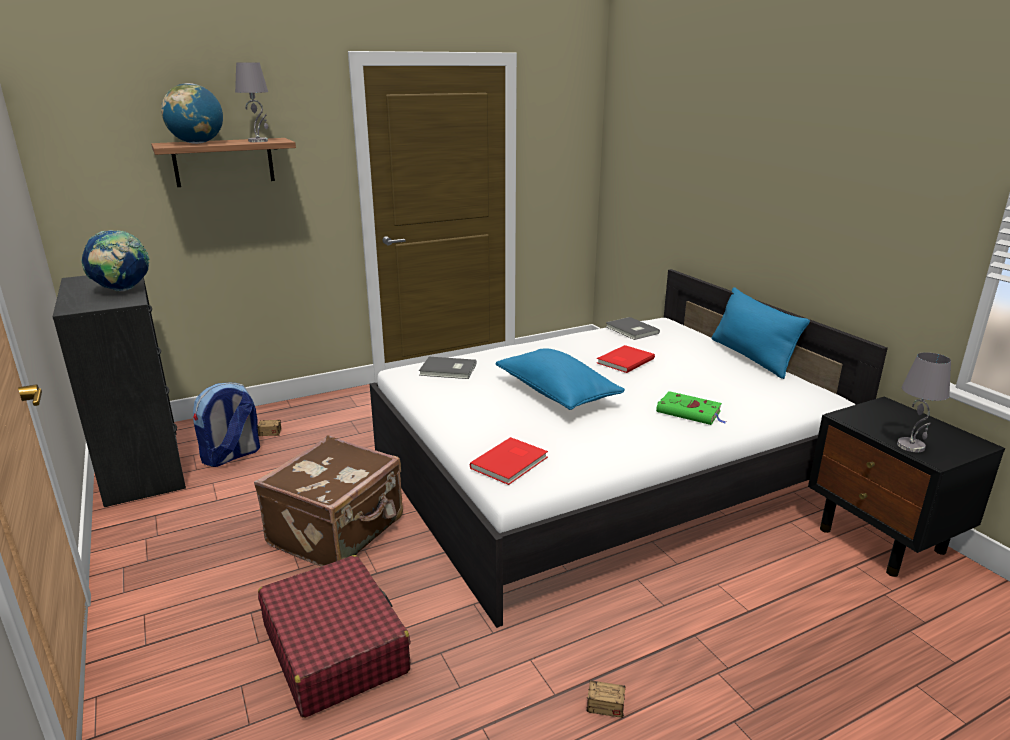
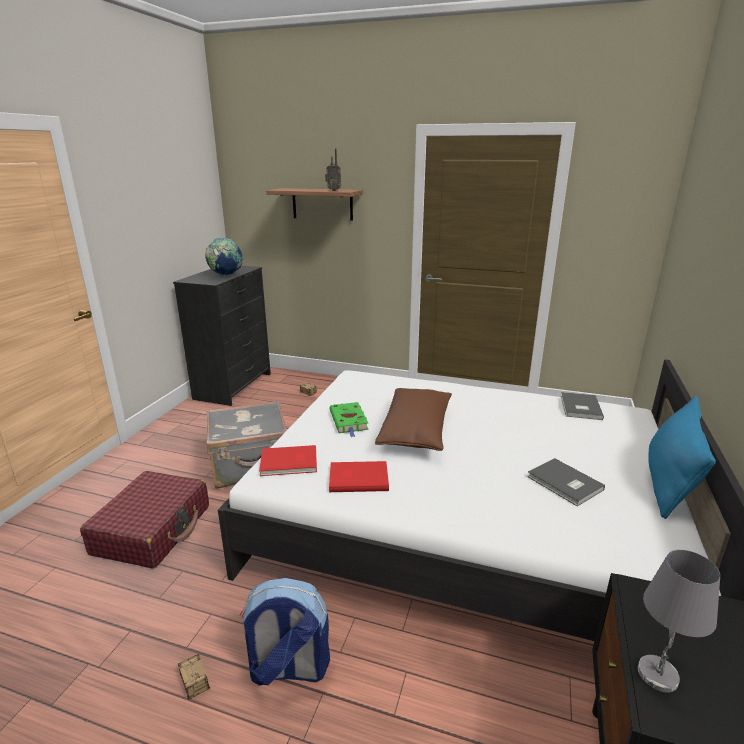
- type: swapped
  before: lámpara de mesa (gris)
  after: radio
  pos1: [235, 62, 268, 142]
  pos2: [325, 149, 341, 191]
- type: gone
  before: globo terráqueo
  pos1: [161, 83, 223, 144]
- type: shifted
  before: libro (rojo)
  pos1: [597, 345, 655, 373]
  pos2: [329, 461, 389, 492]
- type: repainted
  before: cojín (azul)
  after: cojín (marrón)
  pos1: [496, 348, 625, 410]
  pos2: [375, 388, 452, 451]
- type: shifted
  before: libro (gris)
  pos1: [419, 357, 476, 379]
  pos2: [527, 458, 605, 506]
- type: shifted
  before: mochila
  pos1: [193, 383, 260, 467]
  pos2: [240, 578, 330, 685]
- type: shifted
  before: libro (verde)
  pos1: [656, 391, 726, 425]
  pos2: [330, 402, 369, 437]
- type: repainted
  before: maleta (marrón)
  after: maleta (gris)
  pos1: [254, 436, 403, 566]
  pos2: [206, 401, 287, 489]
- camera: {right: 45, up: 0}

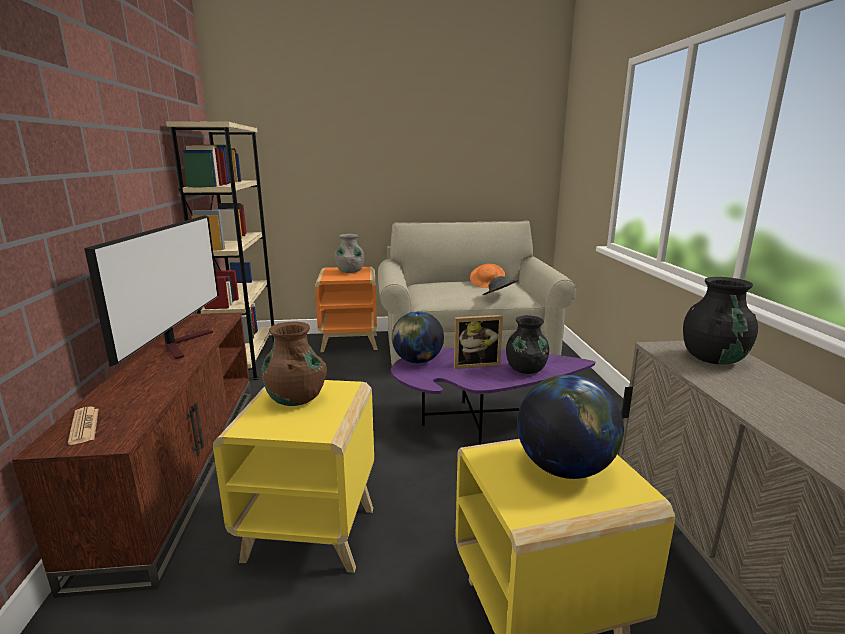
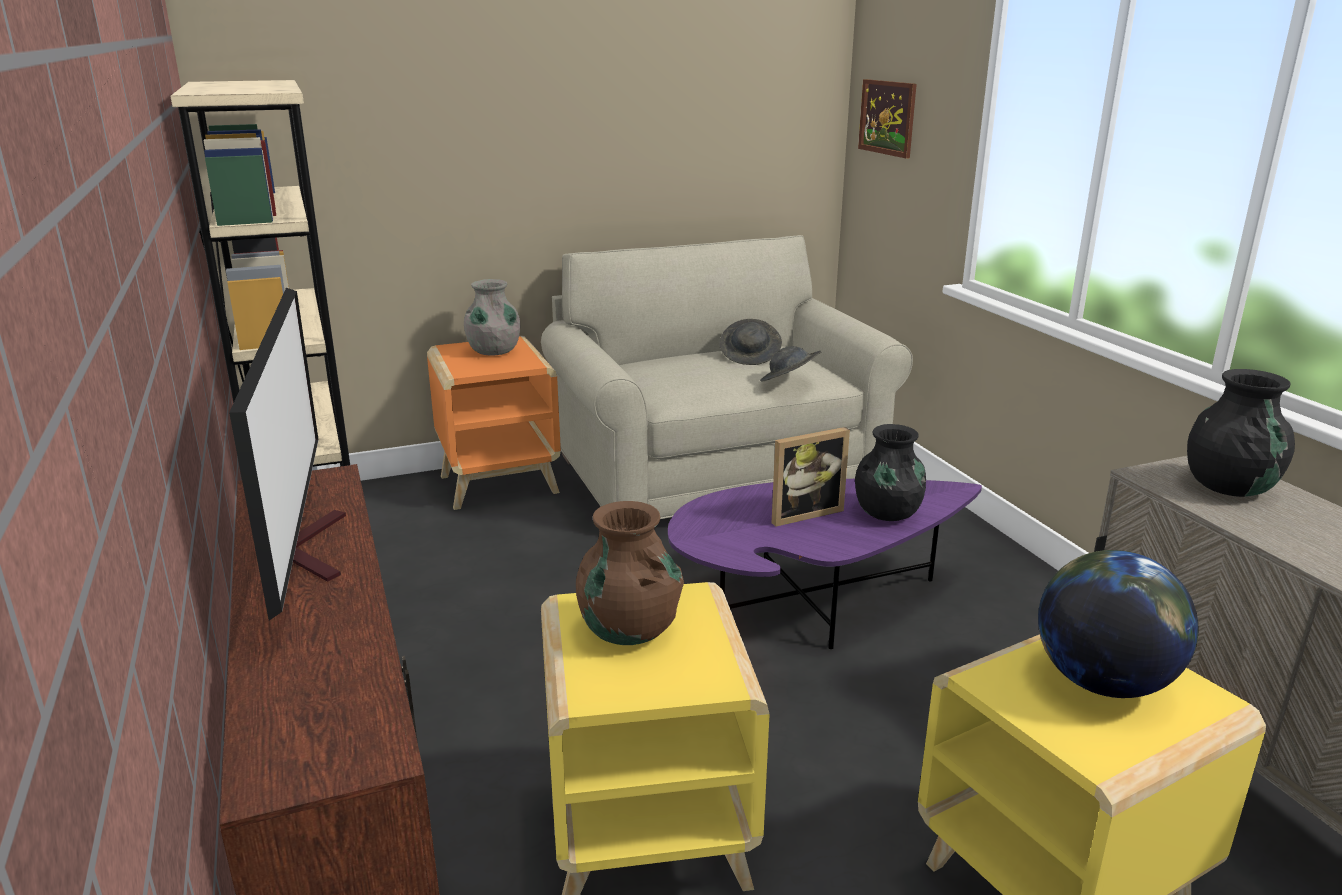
- type: repainted
  before: sombrero (naranja)
  after: sombrero (gris)
  pos1: [470, 264, 505, 288]
  pos2: [719, 319, 782, 365]
- type: gone
  before: globo terráqueo
  pos1: [392, 311, 444, 364]
- type: gone
  before: periódico
  pos1: [68, 407, 99, 445]
- type: new
  after: cuadro
  pos2: [858, 79, 917, 159]
- camera: {right: -15, up: 5}

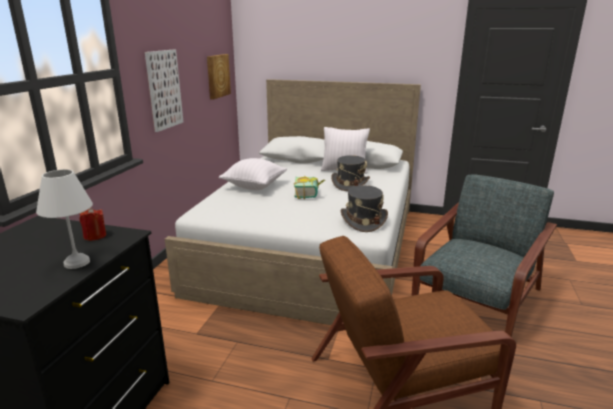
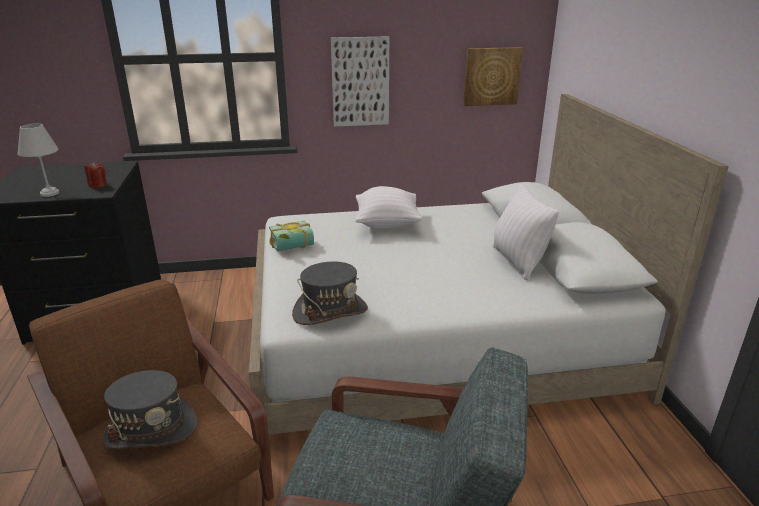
- type: shifted
  before: sombrero (gris)
  pos1: [331, 155, 370, 191]
  pos2: [102, 370, 198, 449]
- type: shifted
  before: libro
  pos1: [294, 176, 325, 199]
  pos2: [269, 221, 314, 251]
- camera: {right: 65, up: 5}

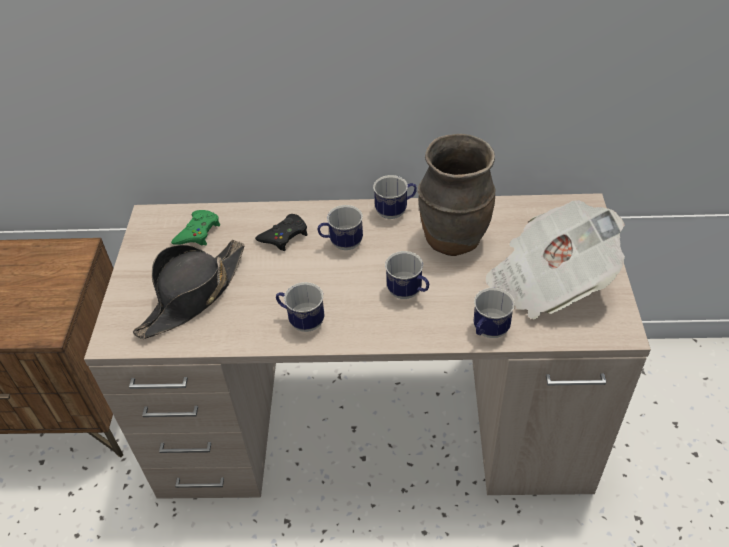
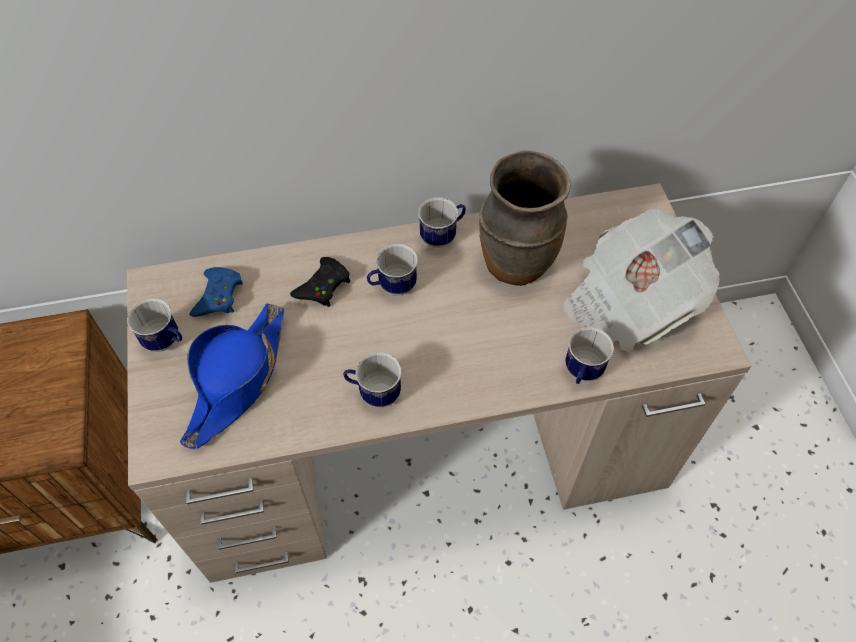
- type: repainted
  before: mando de consola (verde)
  after: mando de consola (azul)
  pos1: [171, 210, 220, 246]
  pos2: [190, 267, 243, 317]
- type: repainted
  before: sombrero (negro)
  after: sombrero (azul)
  pos1: [133, 240, 245, 339]
  pos2: [180, 303, 284, 450]
- type: shifted
  before: taza grande
  pos1: [385, 251, 429, 299]
  pos2: [127, 298, 182, 352]
- camera: {right: -15, up: 10}

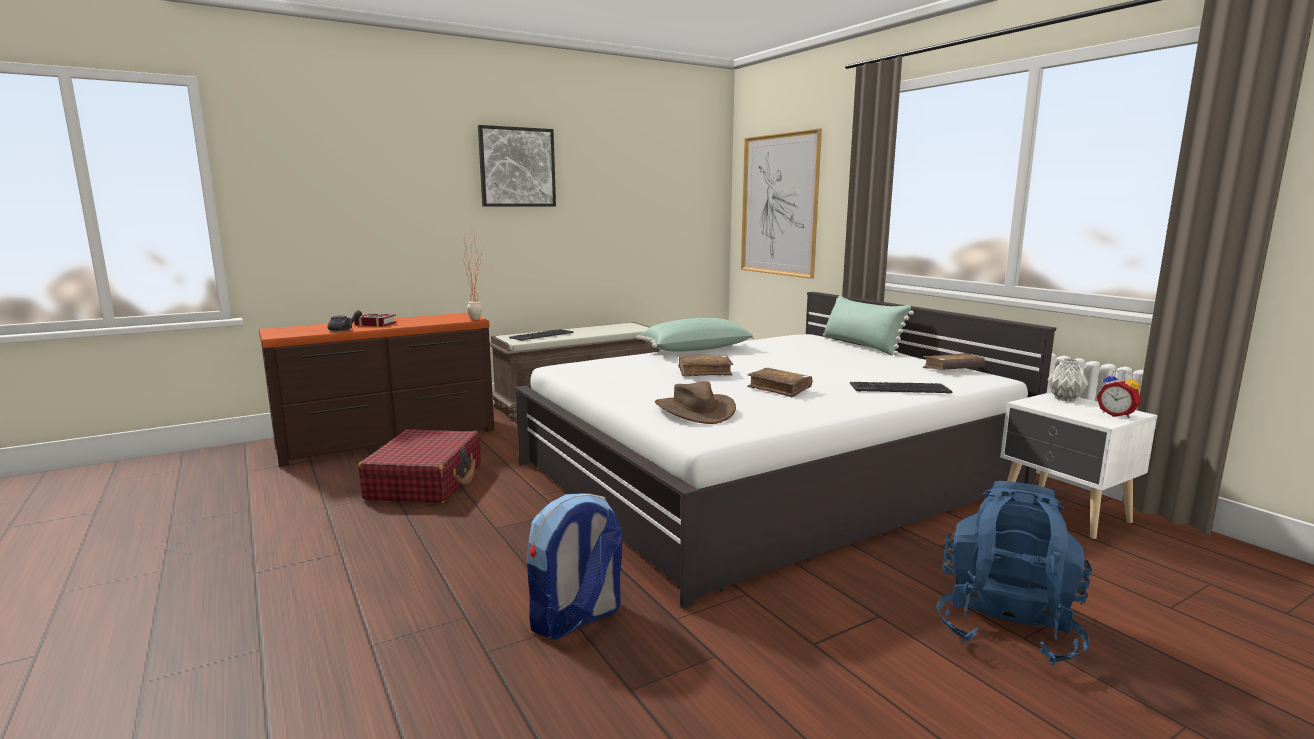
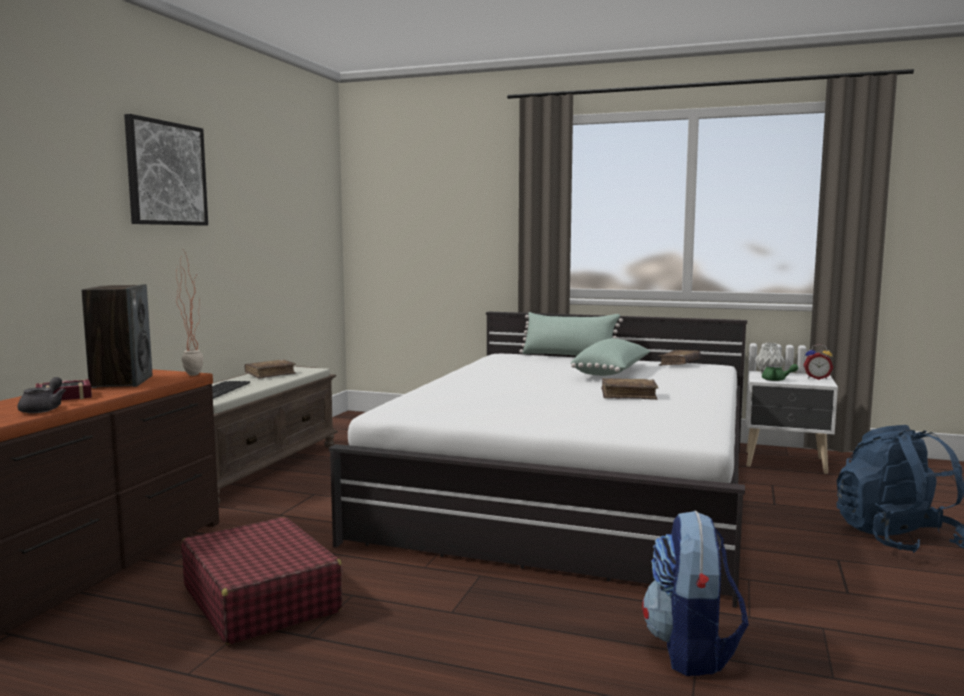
- type: gone
  before: cuadro
  pos1: [741, 128, 822, 279]
- type: shifted
  before: cojín (verde)
  pos1: [637, 318, 755, 352]
  pos2: [571, 338, 650, 376]
- type: shifted
  before: libro (marrón)
  pos1: [678, 356, 733, 376]
  pos2: [245, 359, 296, 379]
- type: gone
  before: sombrero (marrón)
  pos1: [655, 381, 736, 424]
- type: gone
  before: teclado
  pos1: [850, 382, 953, 394]
- type: new
  after: altavoz
  pos2: [82, 284, 152, 388]
- type: new
  after: tetera (verde)
  pos2: [762, 364, 799, 381]
- camera: {right: -40, up: -5}

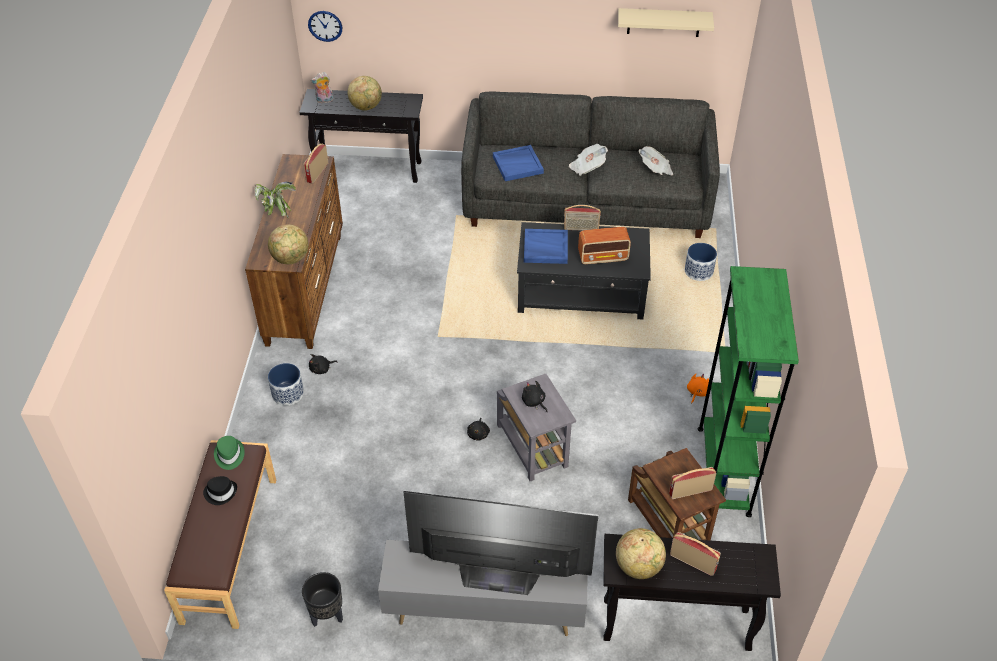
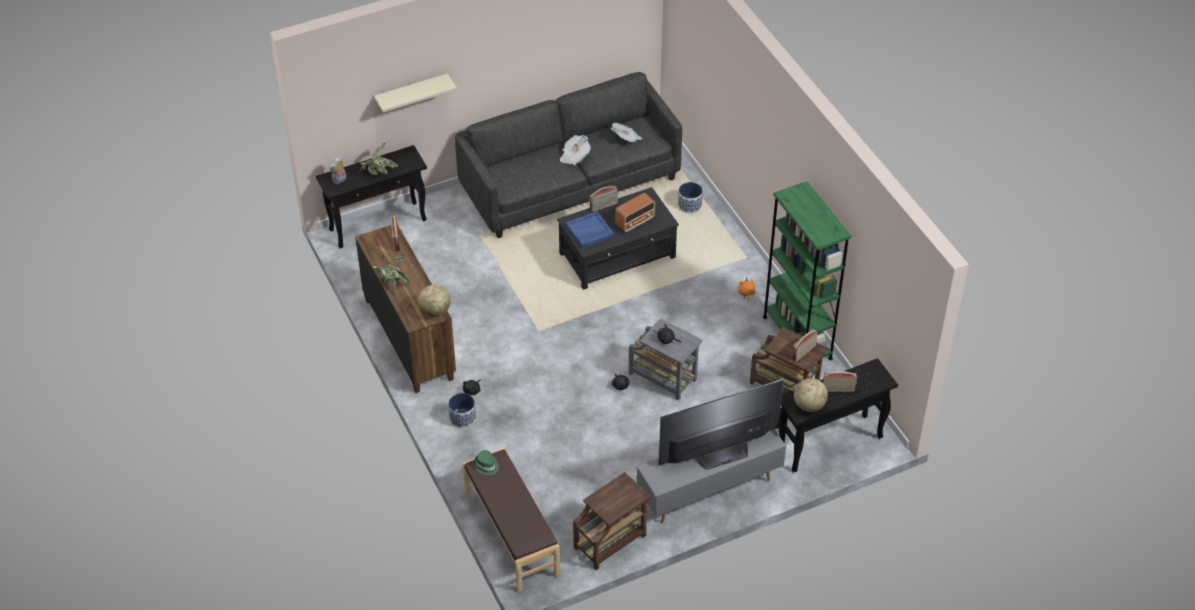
- type: shifted
  before: estante (beis)
  pos1: [618, 8, 714, 37]
  pos2: [374, 73, 457, 112]
- type: gone
  before: reloj de pared
  pos1: [308, 11, 342, 42]
- type: swapped
  before: globo terráqueo
  after: planta en maceta
  pos1: [348, 76, 382, 111]
  pos2: [360, 143, 398, 175]
- type: gone
  before: bandeja (azul)
  pos1: [493, 145, 544, 181]
- type: gone
  before: sombrero (negro)
  pos1: [203, 476, 237, 505]
- type: swapped
  before: maceta (negro)
  after: mesa auxiliar (marrón)
  pos1: [302, 572, 343, 627]
  pos2: [573, 472, 651, 570]
- camera: {right: -30, up: 0}

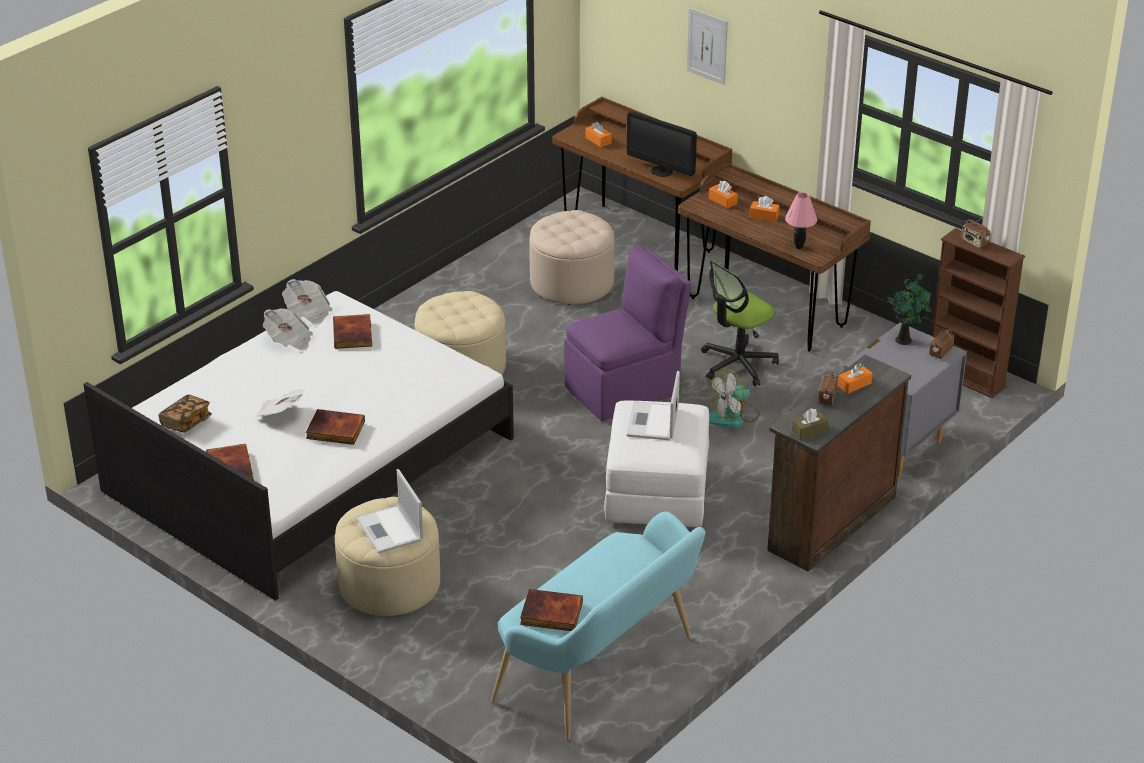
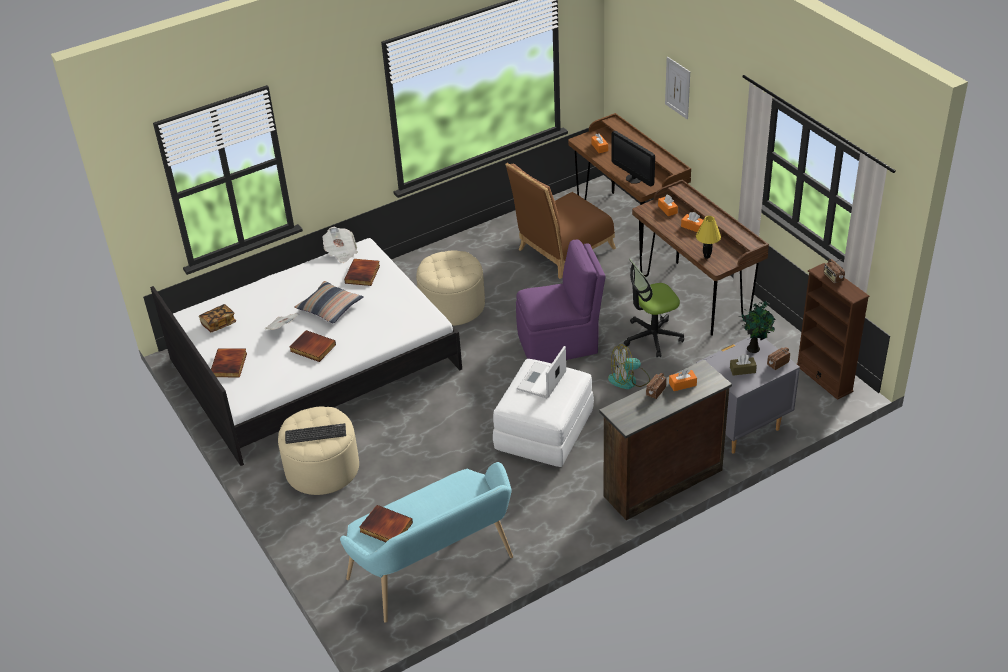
- type: repainted
  before: lámpara de mesa (rosa)
  after: lámpara de mesa (amarillo)
  pos1: [785, 192, 817, 249]
  pos2: [696, 216, 721, 259]
- type: swapped
  before: puf (beis)
  after: silla (marrón)
  pos1: [529, 210, 615, 305]
  pos2: [505, 163, 616, 279]
- type: gone
  before: periódico
  pos1: [263, 308, 313, 351]
- type: shifted
  before: caja de pañuelos (marrón)
  pos1: [792, 408, 829, 440]
  pos2: [730, 354, 757, 376]
- type: swapped
  before: portátil
  after: teclado
  pos1: [356, 469, 423, 553]
  pos2: [285, 423, 346, 444]
- type: new
  after: cojín
  pos2: [295, 281, 364, 324]
- camera: {right: 20, up: 5}

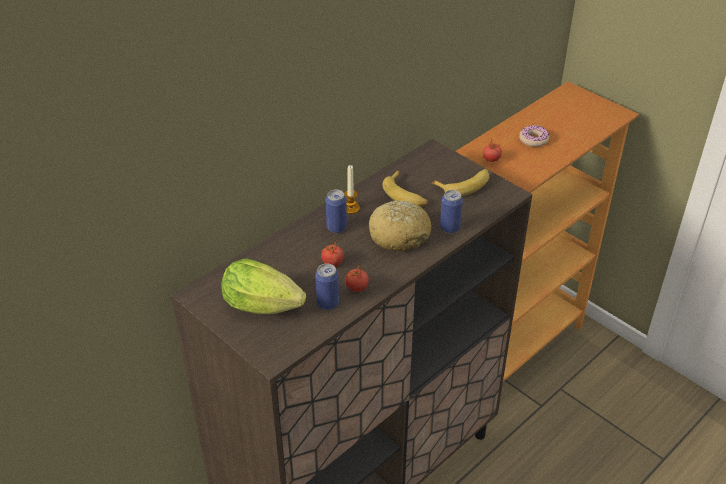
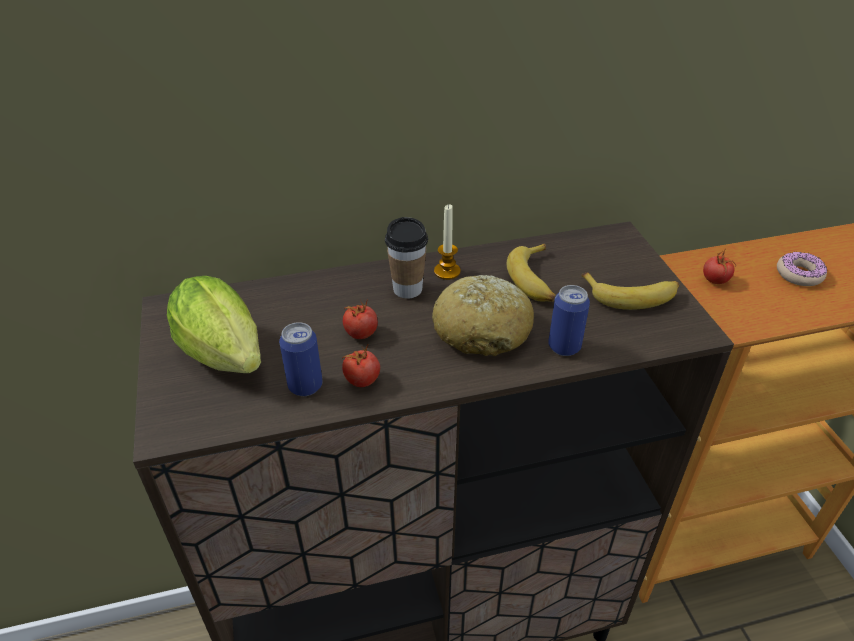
- type: swapped
  before: lata
  after: taza
  pos1: [326, 189, 347, 233]
  pos2: [385, 217, 428, 299]
- camera: {right: 30, up: 0}

